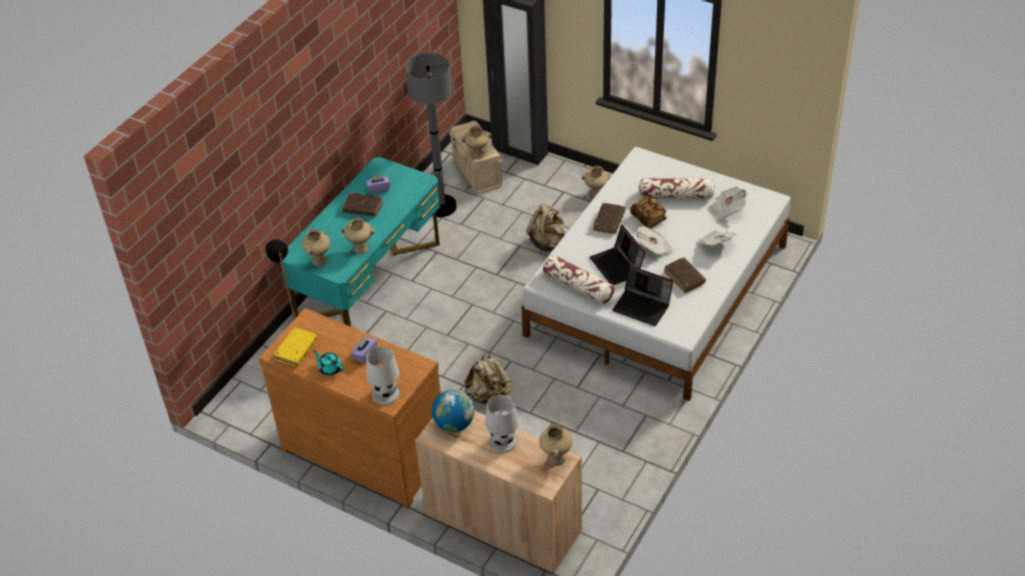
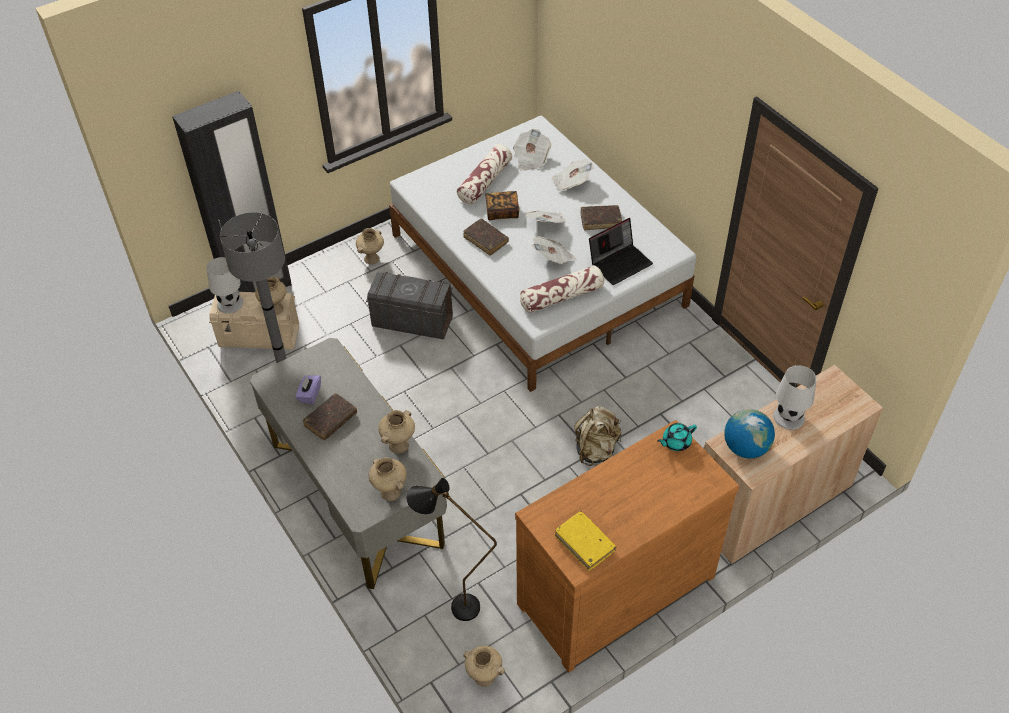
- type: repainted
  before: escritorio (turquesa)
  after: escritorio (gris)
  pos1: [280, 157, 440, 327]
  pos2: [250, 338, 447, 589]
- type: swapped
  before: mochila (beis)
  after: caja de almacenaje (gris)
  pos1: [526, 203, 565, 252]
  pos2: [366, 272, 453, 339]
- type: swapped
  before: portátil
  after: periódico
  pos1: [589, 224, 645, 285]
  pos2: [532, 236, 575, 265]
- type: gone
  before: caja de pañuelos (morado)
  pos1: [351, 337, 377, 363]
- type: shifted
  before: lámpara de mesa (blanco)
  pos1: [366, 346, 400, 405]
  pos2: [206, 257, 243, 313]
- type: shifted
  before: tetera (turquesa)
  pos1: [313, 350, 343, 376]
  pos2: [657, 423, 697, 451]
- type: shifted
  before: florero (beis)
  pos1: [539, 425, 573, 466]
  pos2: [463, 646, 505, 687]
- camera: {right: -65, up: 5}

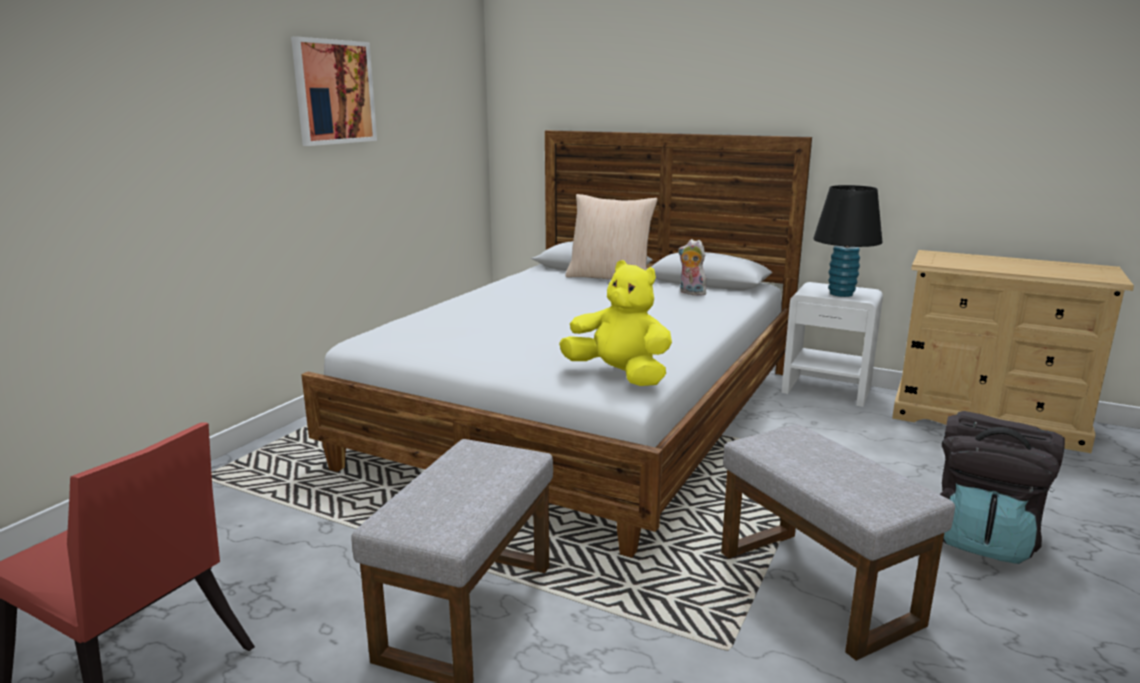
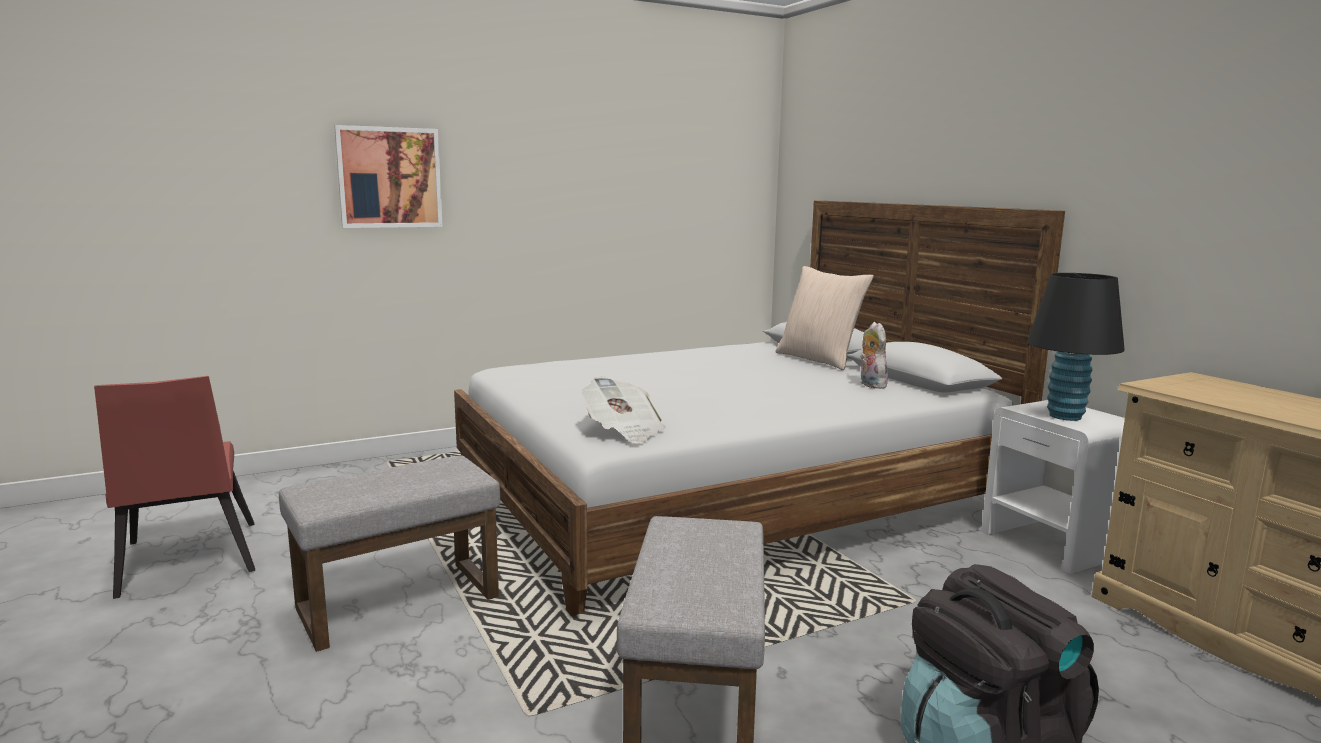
- type: shifted
  before: cuadro
  pos1: [291, 36, 377, 146]
  pos2: [334, 125, 443, 228]
- type: swapped
  before: peluche (amarillo)
  after: periódico
  pos1: [559, 260, 672, 386]
  pos2: [581, 377, 666, 444]
- camera: {right: 35, up: -5}

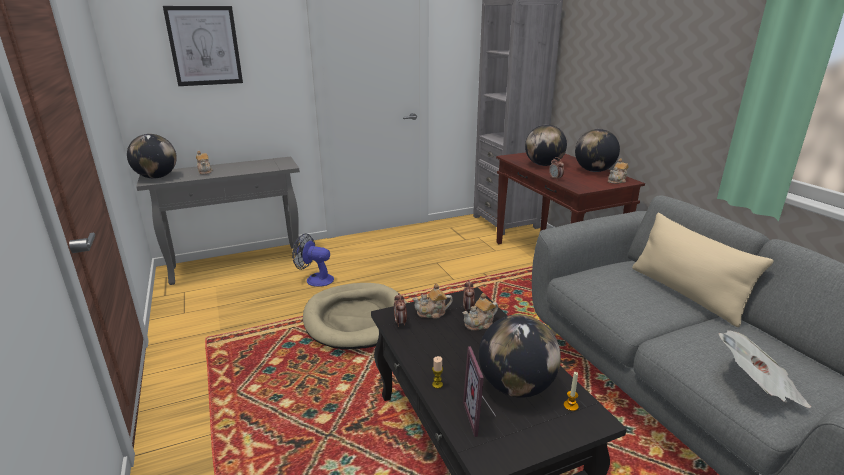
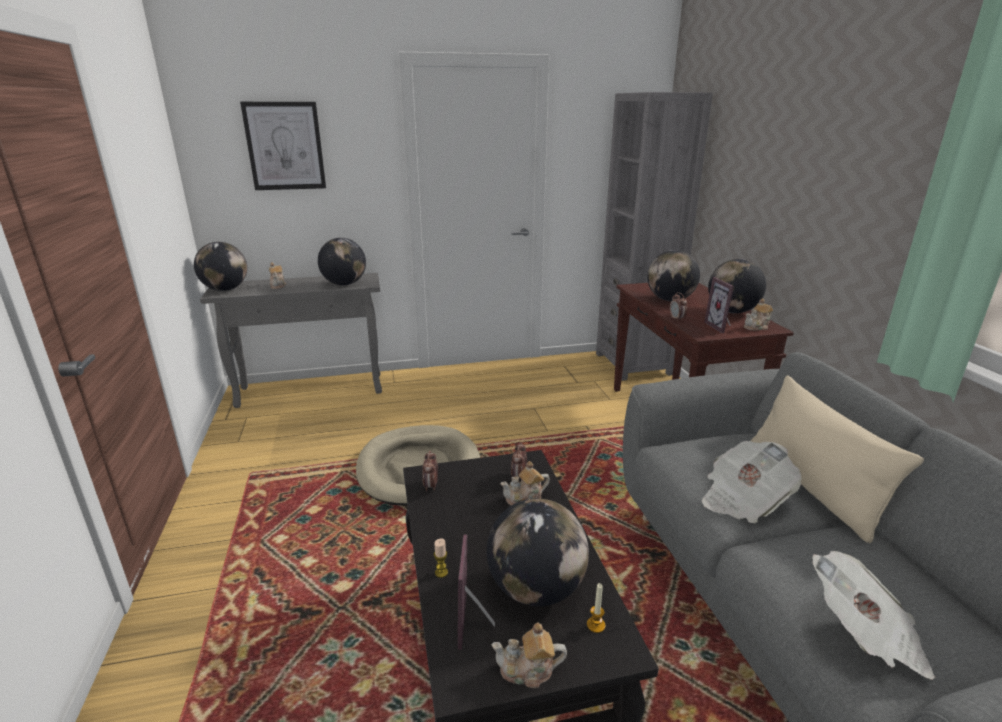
- type: gone
  before: ventilador
  pos1: [292, 233, 334, 287]
- type: shifted
  before: tetera
  pos1: [412, 283, 453, 318]
  pos2: [491, 622, 567, 688]
- type: new
  after: globo terráqueo
  pos2: [318, 238, 366, 285]
- type: new
  after: portarretratos
  pos2: [704, 277, 734, 333]
- type: new
  after: periódico
  pos2: [702, 441, 801, 523]
- camera: {right: 10, up: 0}

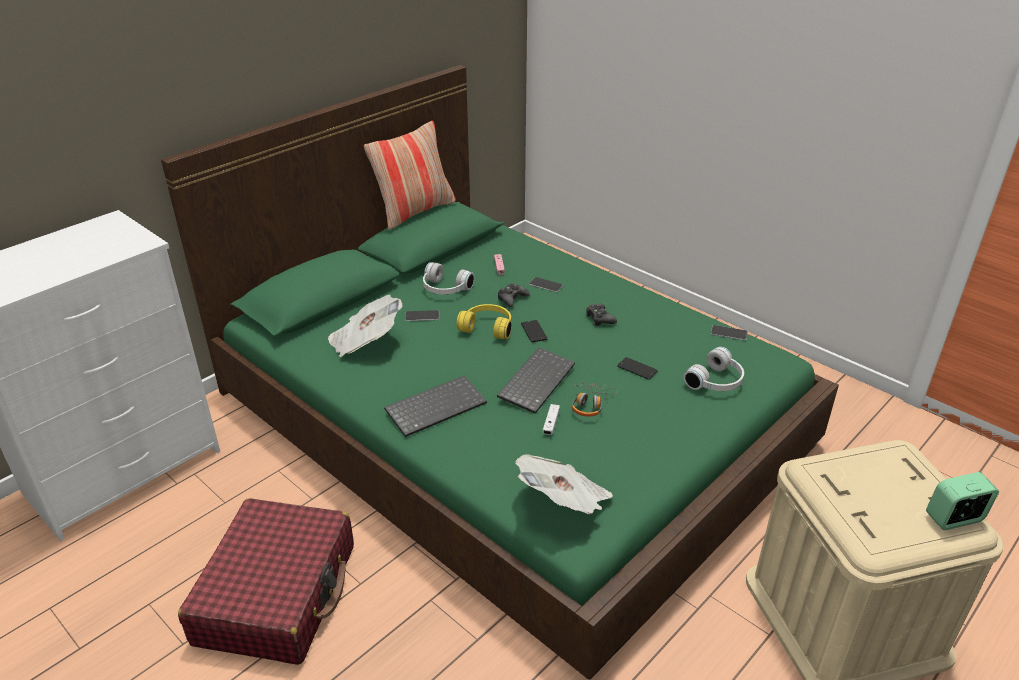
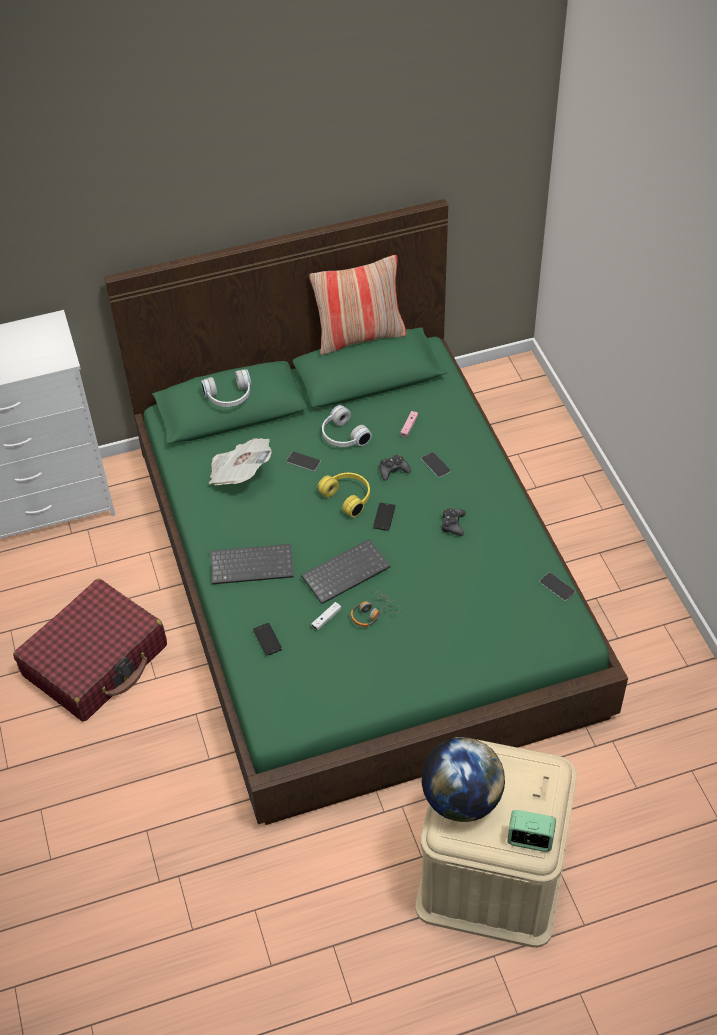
- type: shifted
  before: auriculares (blanco)
  pos1: [684, 347, 744, 391]
  pos2: [201, 369, 251, 407]
- type: shifted
  before: móvil
  pos1: [617, 357, 658, 380]
  pos2: [253, 623, 282, 656]
- type: gone
  before: periódico
  pos1: [515, 454, 613, 514]
- type: new
  after: globo terráqueo
  pos2: [421, 737, 505, 822]
- camera: {right: 30, up: 15}

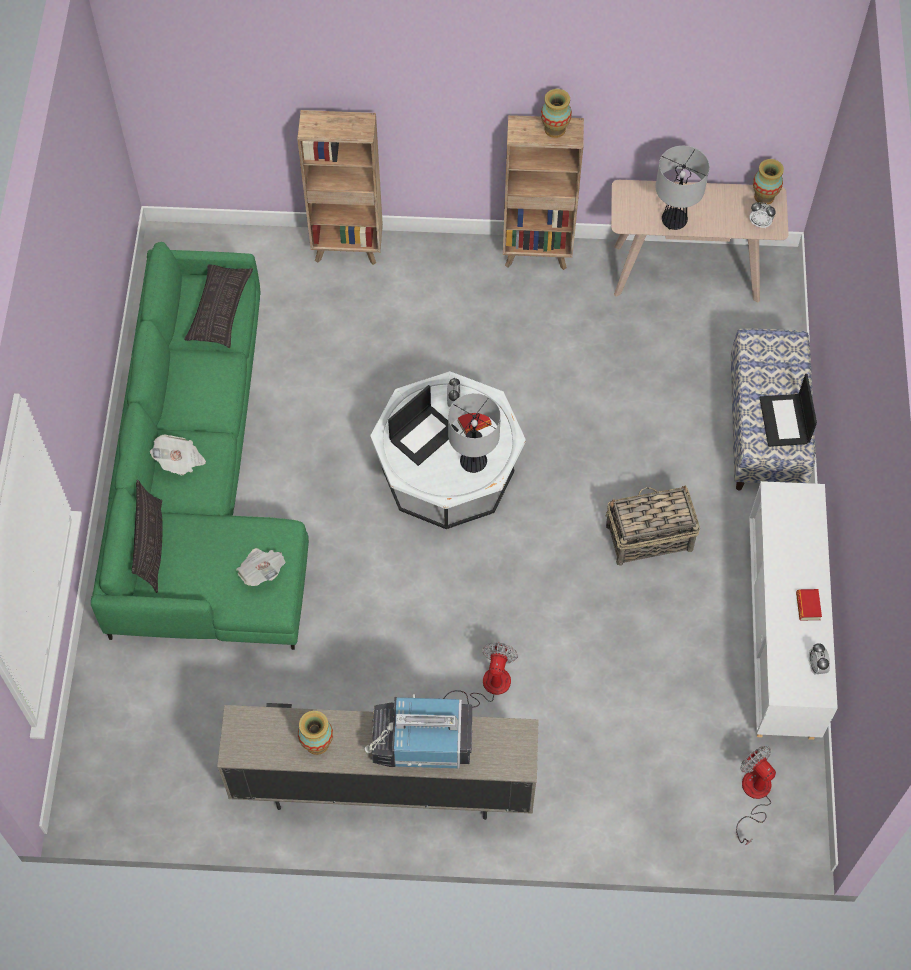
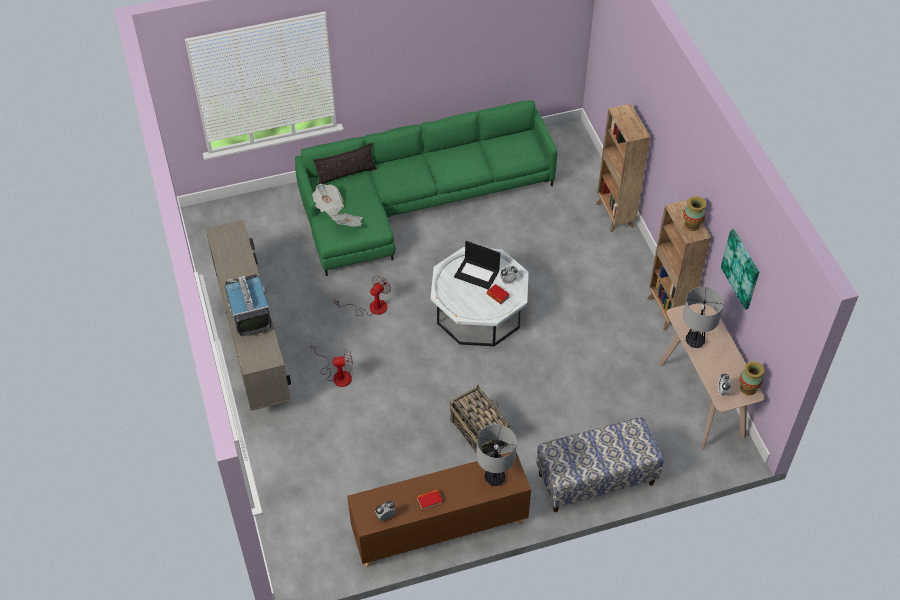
- type: gone
  before: cojín
  pos1: [184, 264, 253, 348]
- type: gone
  before: portátil
  pos1: [760, 374, 817, 447]
- type: shifted
  before: lámpara de mesa
  pos1: [448, 393, 501, 473]
  pos2: [477, 424, 517, 486]
- type: shifted
  before: periódico
  pos1: [150, 434, 206, 475]
  pos2: [312, 184, 344, 217]
- type: repainted
  before: armario (blanco)
  after: armario (marrón)
  pos1: [749, 481, 838, 740]
  pos2: [347, 452, 531, 567]
- type: gone
  before: florero
  pos1: [298, 711, 333, 755]
- type: shifted
  before: ventilador
  pos1: [736, 746, 776, 846]
  pos2: [334, 276, 391, 316]
- type: new
  after: cuadro
  pos2: [721, 229, 759, 310]
- camera: {right: 70, up: -10}

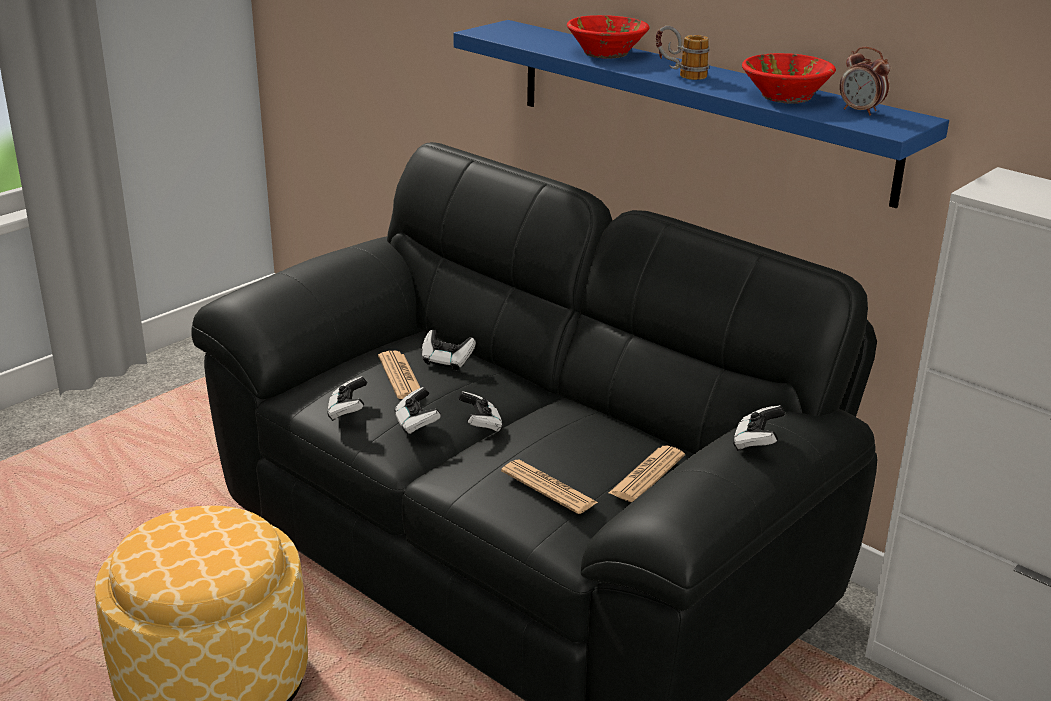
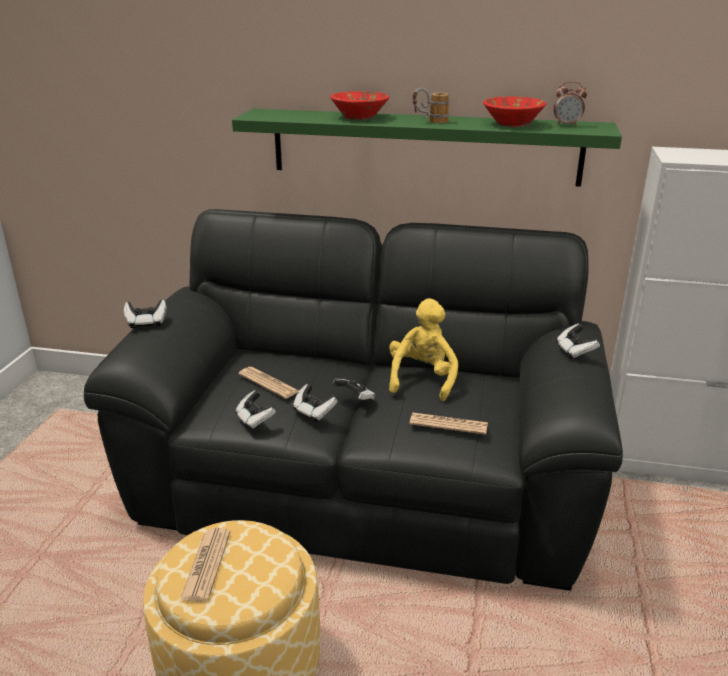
- type: repainted
  before: estante (azul)
  after: estante (verde)
  pos1: [453, 20, 949, 208]
  pos2: [232, 109, 622, 187]
- type: shifted
  before: mando de consola
  pos1: [422, 330, 476, 370]
  pos2: [124, 300, 166, 328]
- type: shifted
  before: periódico
  pos1: [609, 446, 685, 502]
  pos2: [180, 528, 231, 602]
- type: new
  after: peluche (amarillo)
  pos2: [389, 298, 458, 401]
- camera: {right: -30, up: 0}

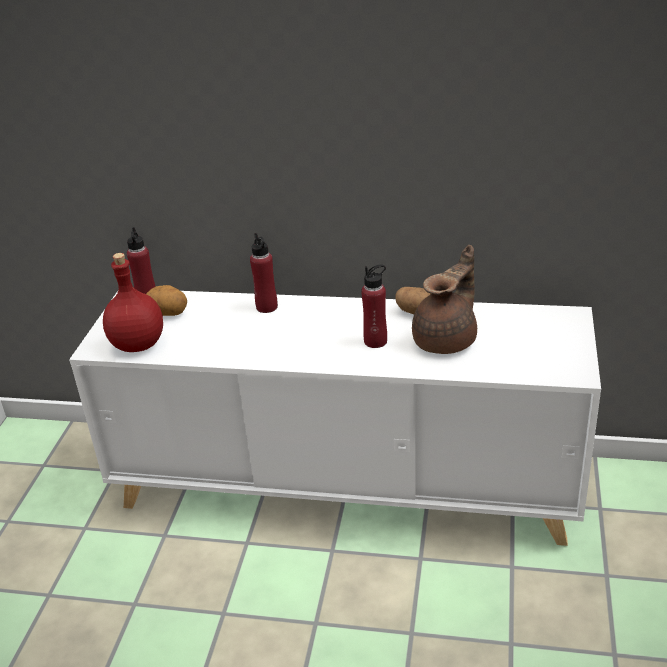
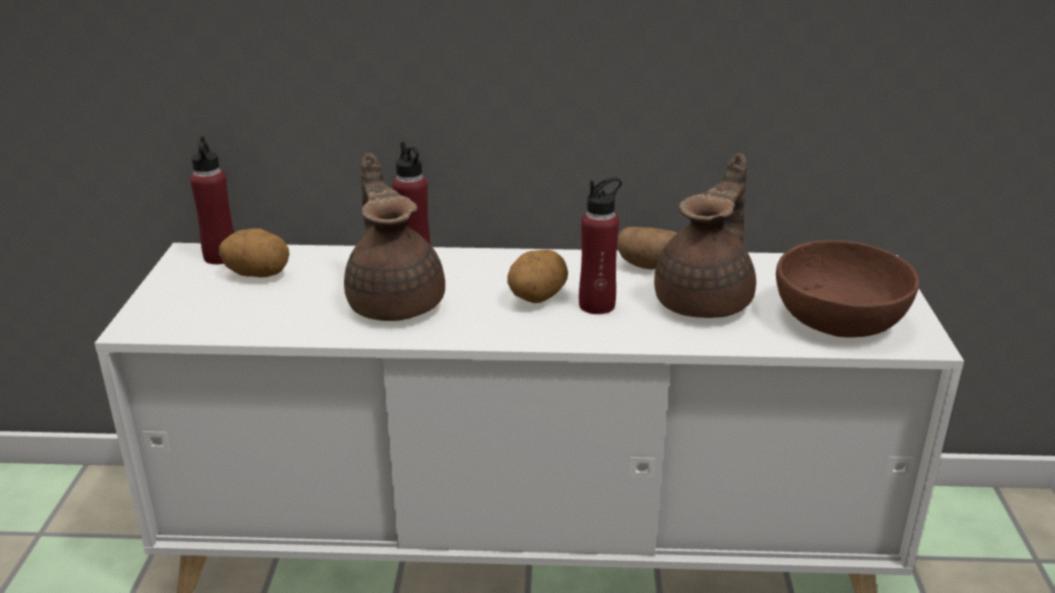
- type: gone
  before: botella (rojo)
  pos1: [103, 253, 163, 352]
- type: new
  after: tetera (marrón)
  pos2: [344, 153, 445, 321]
- type: new
  after: cuenco (marrón)
  pos2: [776, 240, 919, 338]
- type: new
  after: patata
  pos2: [508, 249, 568, 303]
- camera: {right: -10, up: -5}

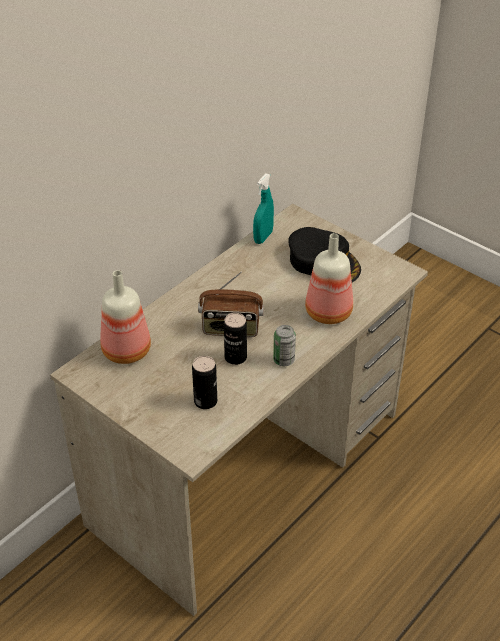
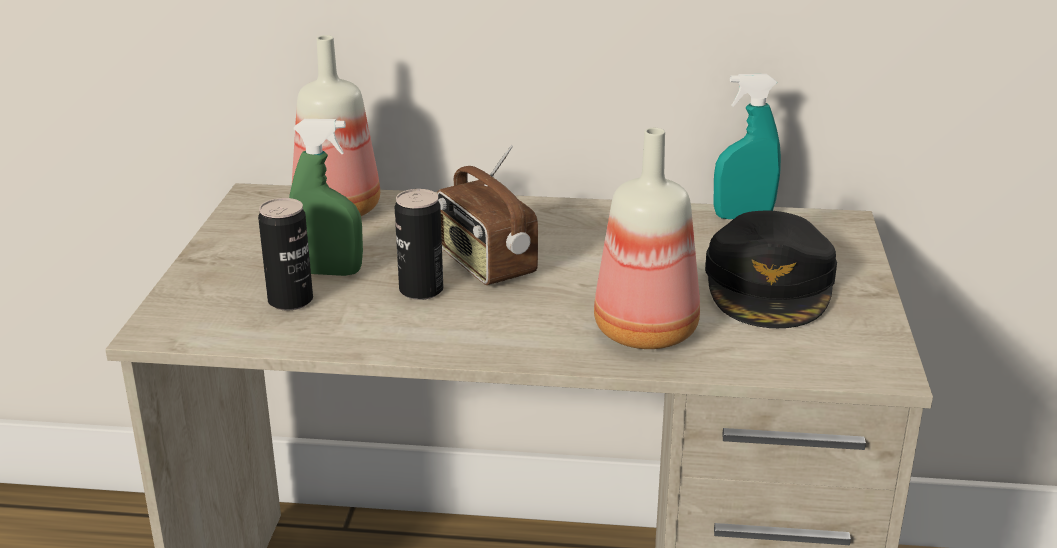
- type: gone
  before: lata
  pos1: [273, 325, 296, 366]
- type: new
  after: pulverizador (verde)
  pos2: [289, 119, 363, 276]
- camera: {right: 55, up: -15}

